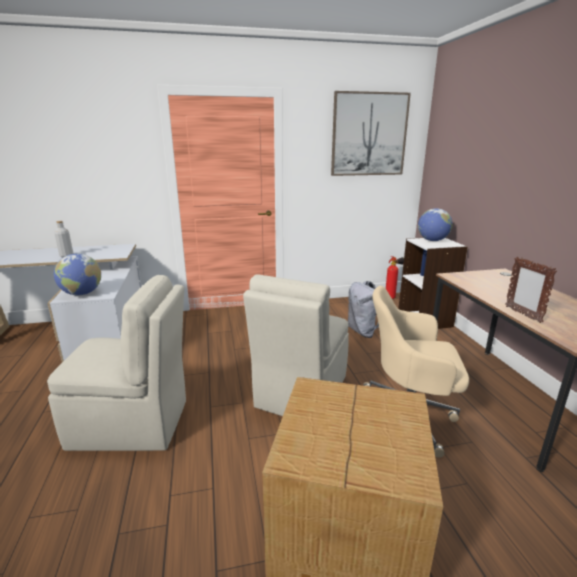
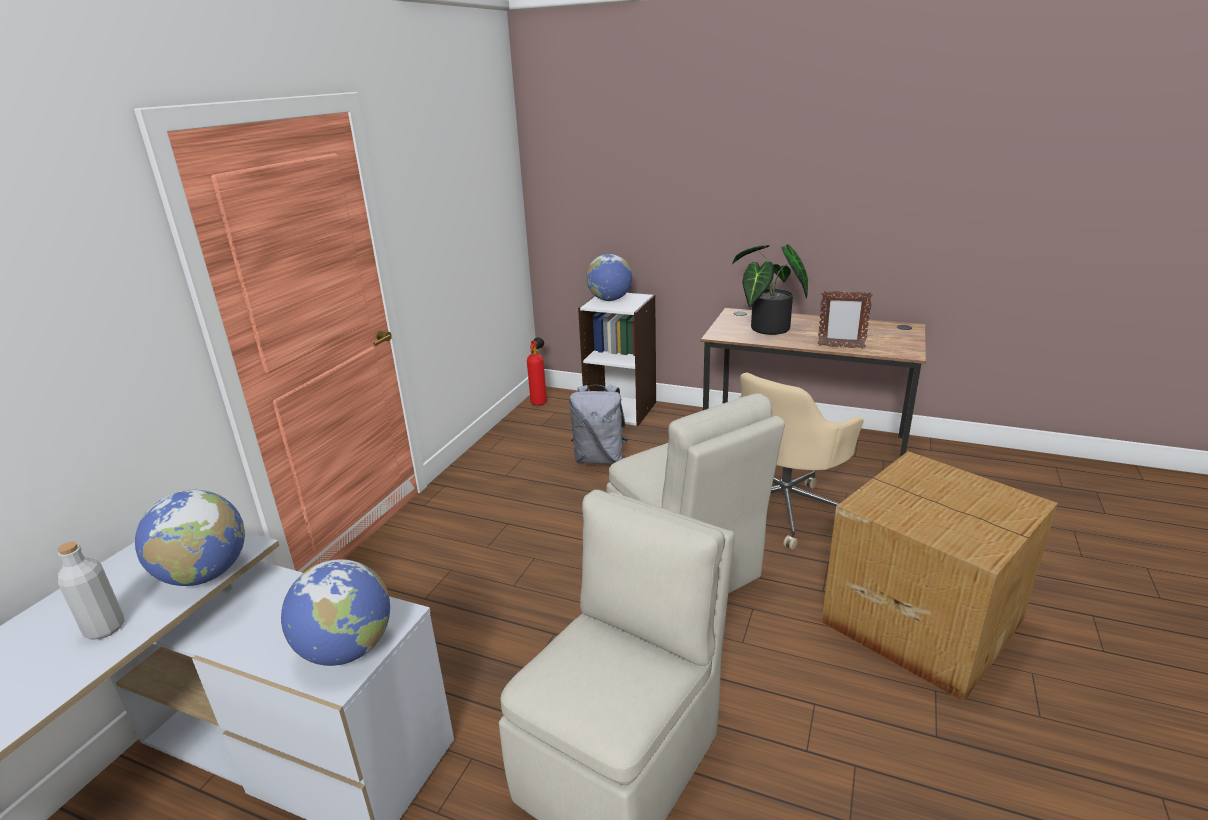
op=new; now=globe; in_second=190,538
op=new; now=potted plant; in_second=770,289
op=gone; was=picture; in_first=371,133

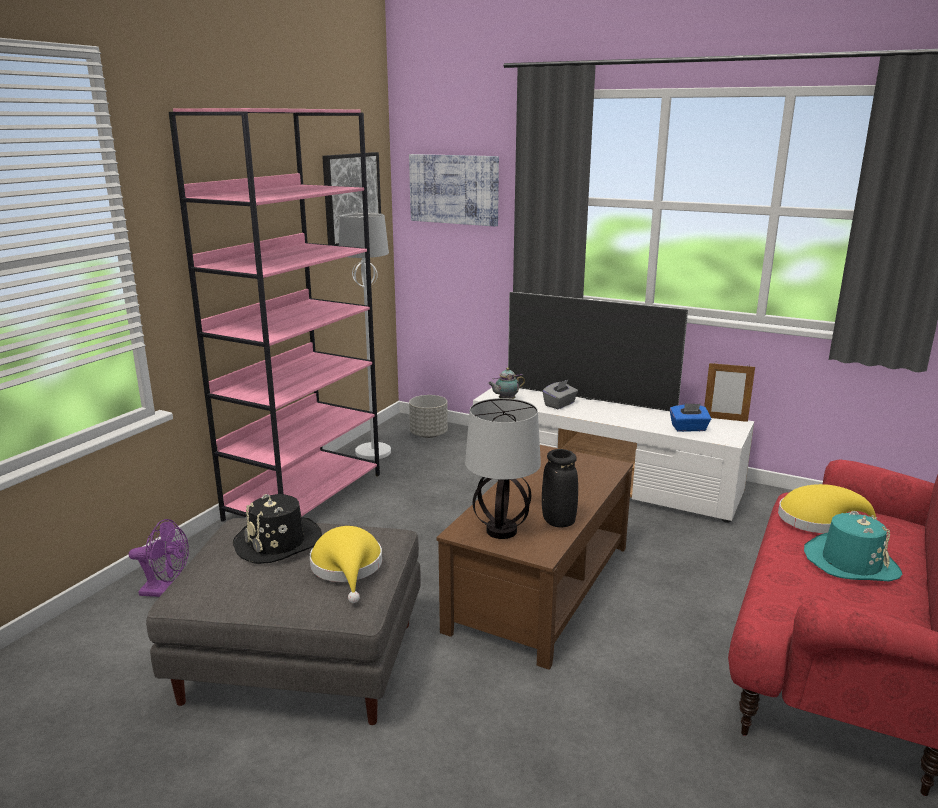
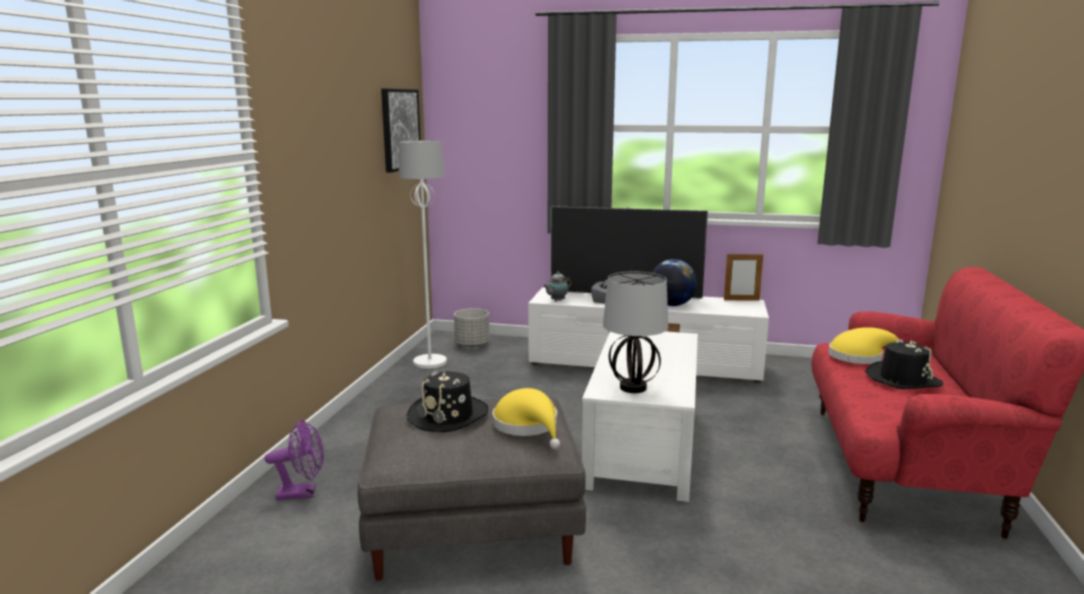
op=repainted; was=coffee table (brown); now=coffee table (white); in_first=535,557; in_second=640,417
op=new; now=globe; in_second=674,282
op=repainted; was=hat (turquoise); now=hat (black); in_first=853,546; in_second=904,364
op=gone; was=bookcase (pink); in_first=274,315
op=gone; was=picture; in_first=454,190
op=gone; was=vase (black); in_first=560,488
op=gone; was=tissue box (blue); in_first=690,417

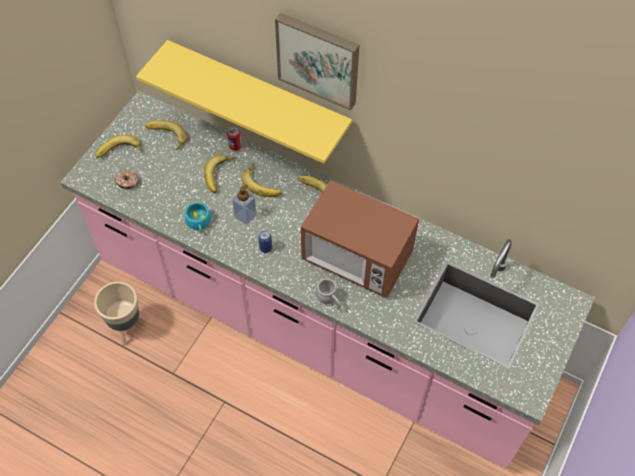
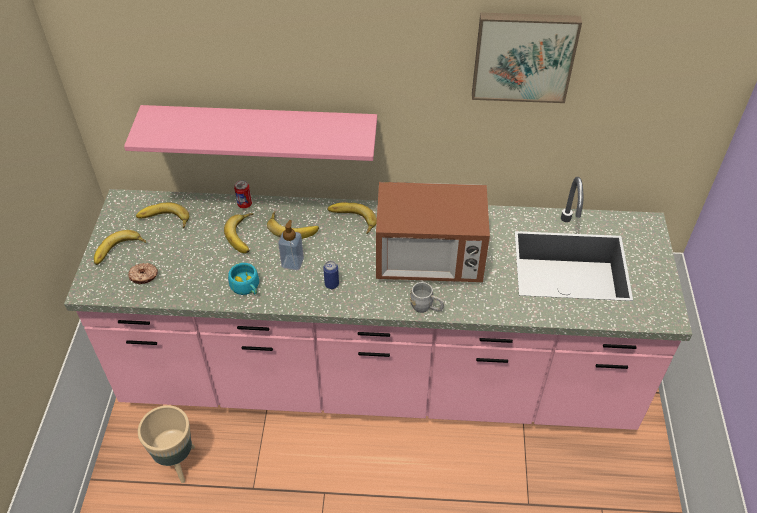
op=repainted; was=shelf (yellow); now=shelf (pink); in_first=244,102; in_second=250,133
op=shifted; was=picture; in_first=317,61; in_second=527,57

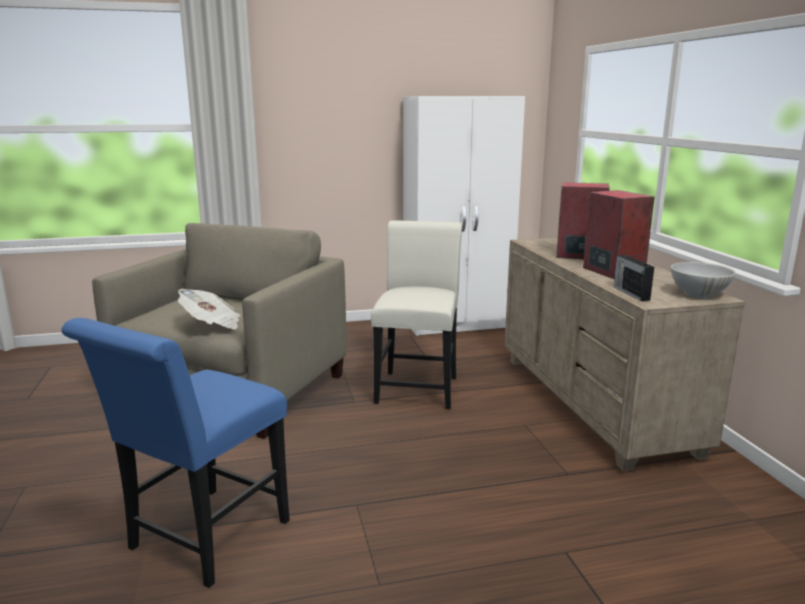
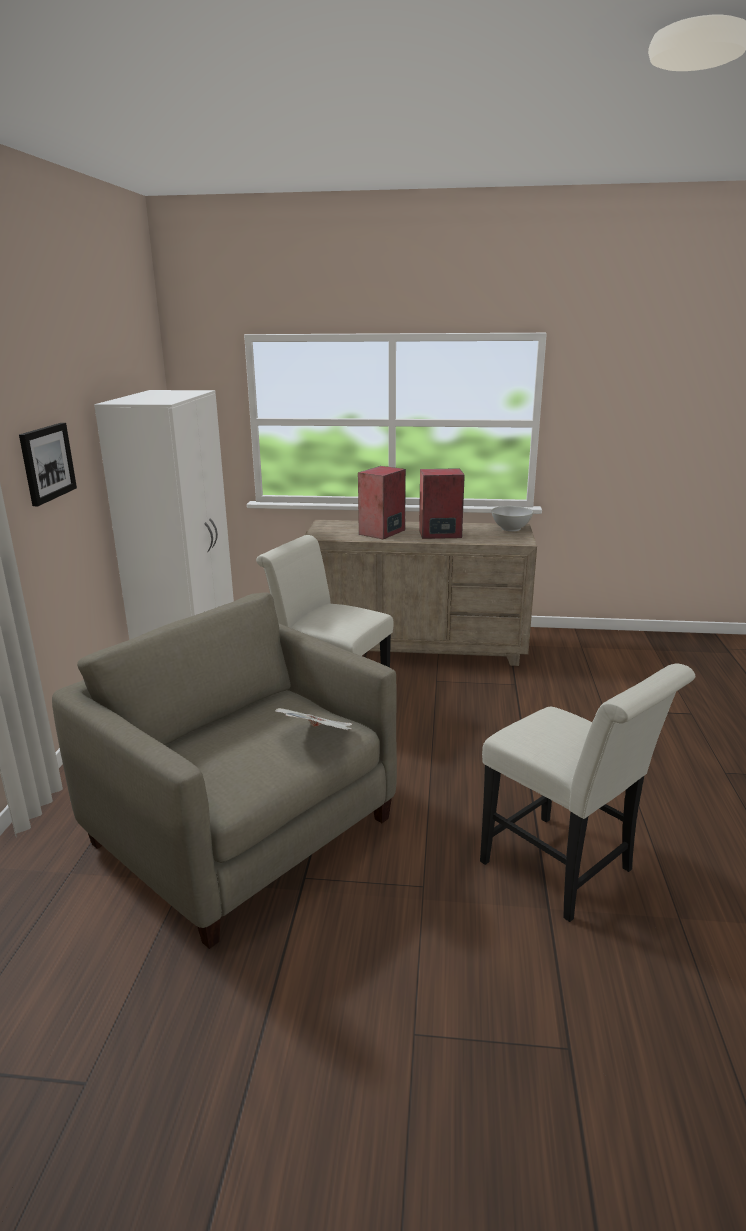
op=new; now=picture; in_second=48,464
op=repainted; was=chair (blue); now=chair (white); in_first=175,453; in_second=587,793
op=gone; was=radio; in_first=634,278

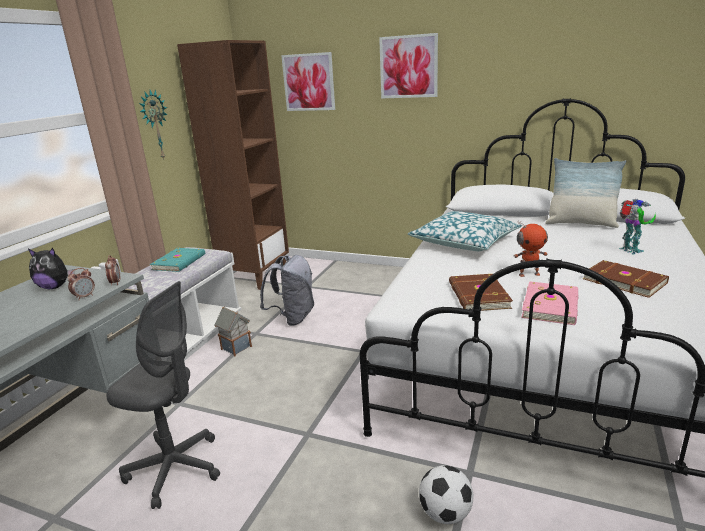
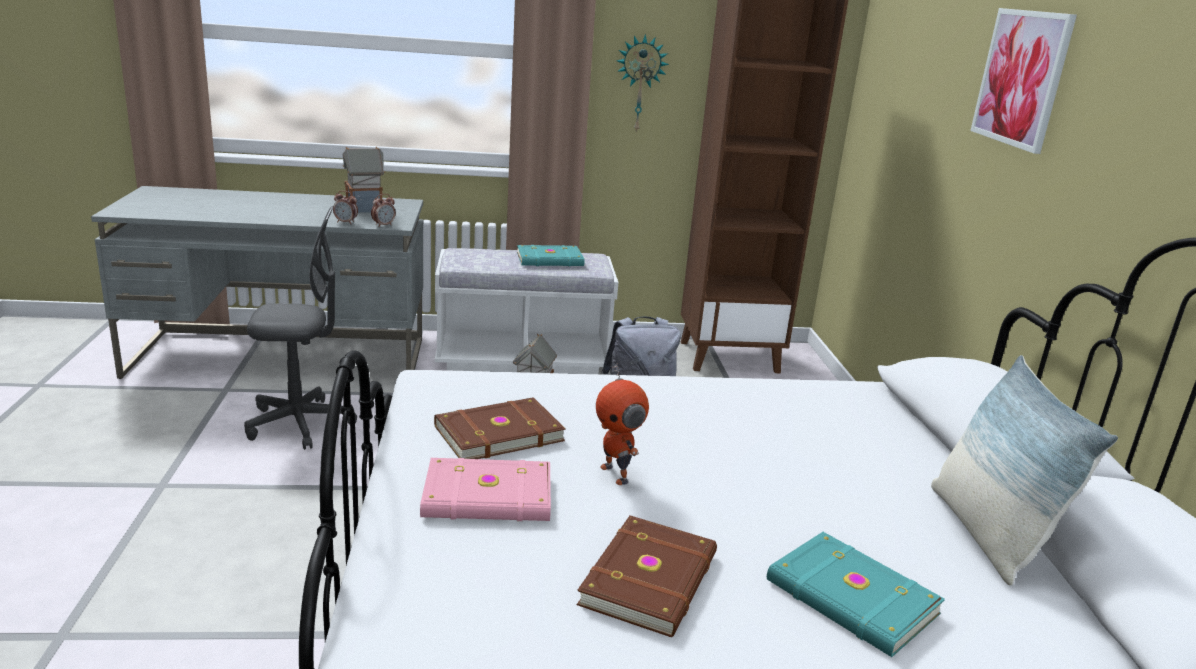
op=rotated; was=office chair (grey); in_first=163,395; in_second=300,328; clockwise=-90
op=swapped; was=plush toy; now=toy house; in_first=51,268; in_second=364,180
op=swapped; was=toy robot; now=book (turquoise); in_first=637,227; in_second=856,594
op=gone; was=picture; in_first=308,81
op=gone; was=pillow; in_first=465,231
op=gone; was=football; in_first=446,494

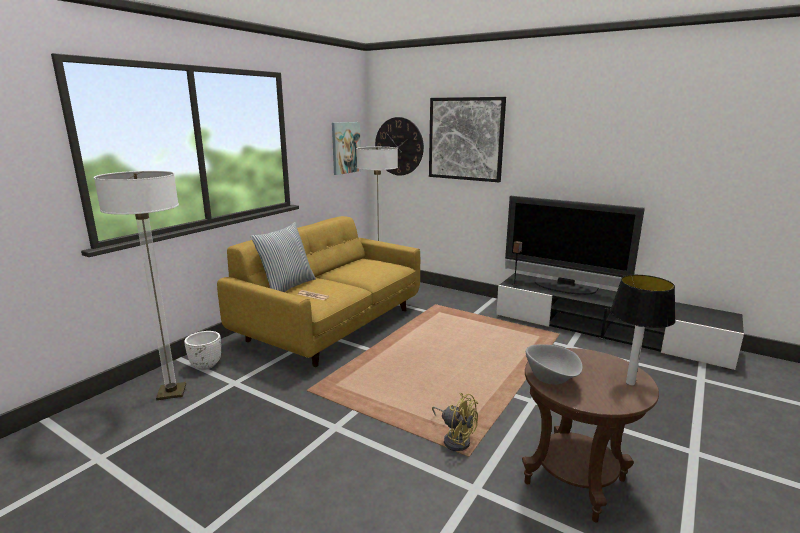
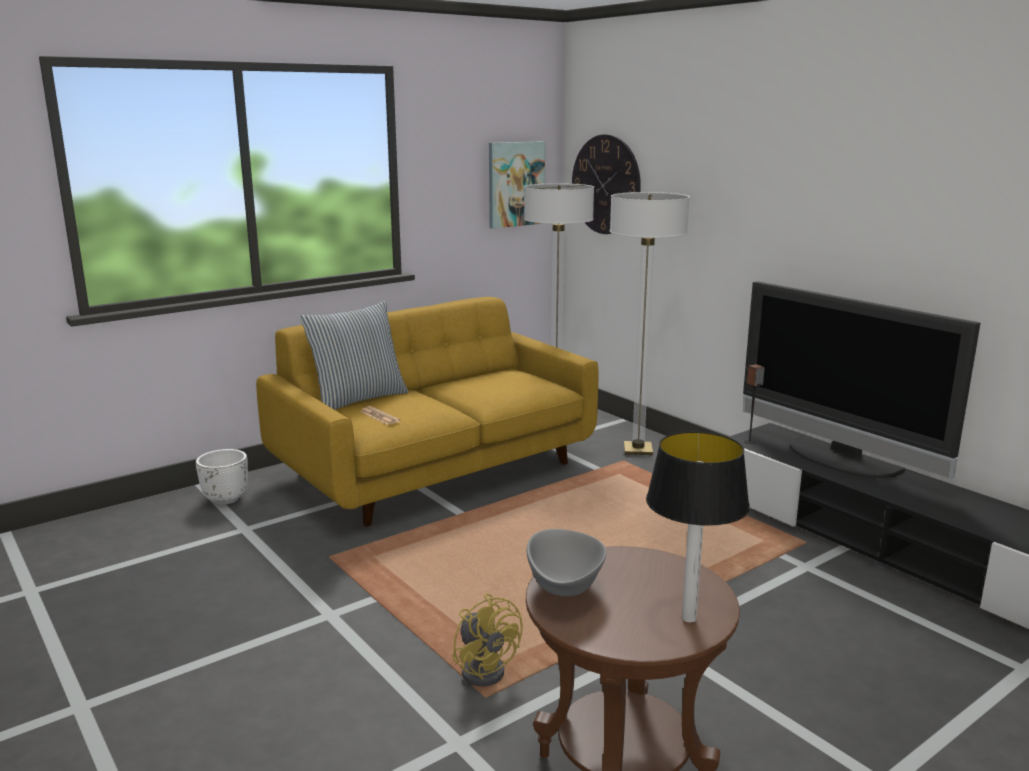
op=shifted; was=floor lamp; in_first=140,285; in_second=650,323
op=gone; was=picture; in_first=467,139

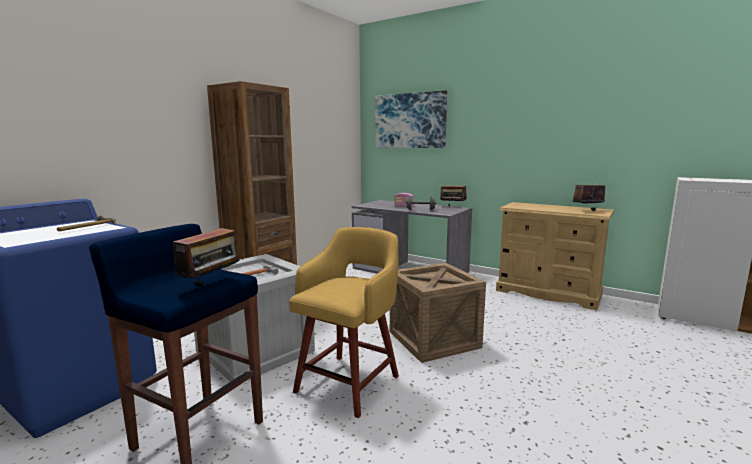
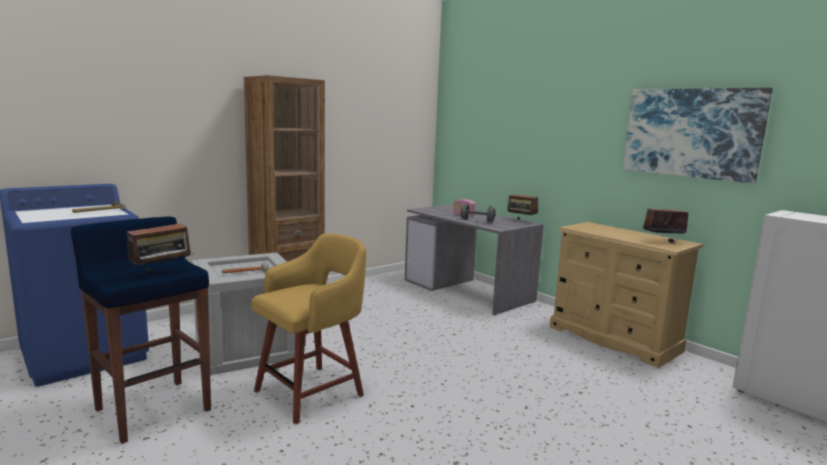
op=shifted; was=picture; in_first=411,119; in_second=698,135
op=gone; was=crate; in_first=438,313

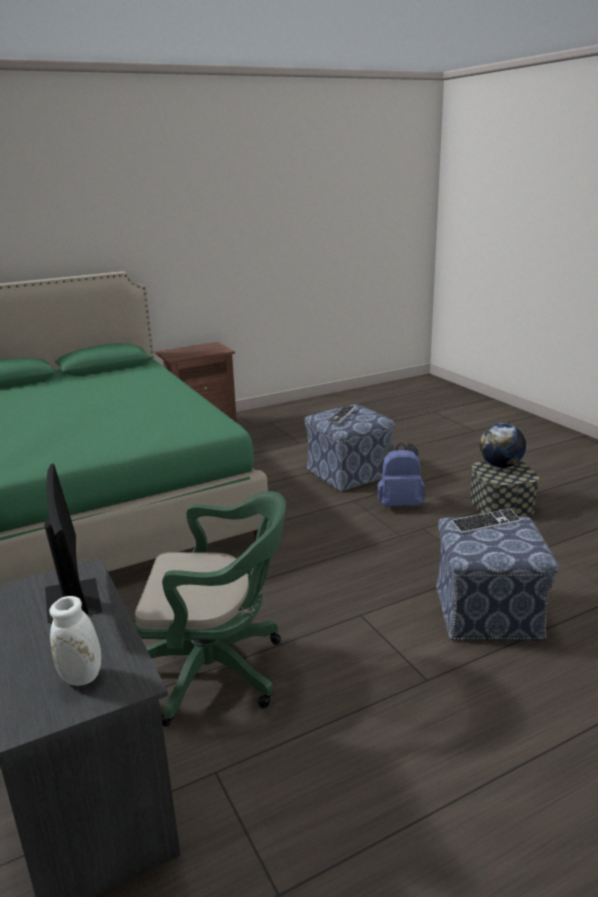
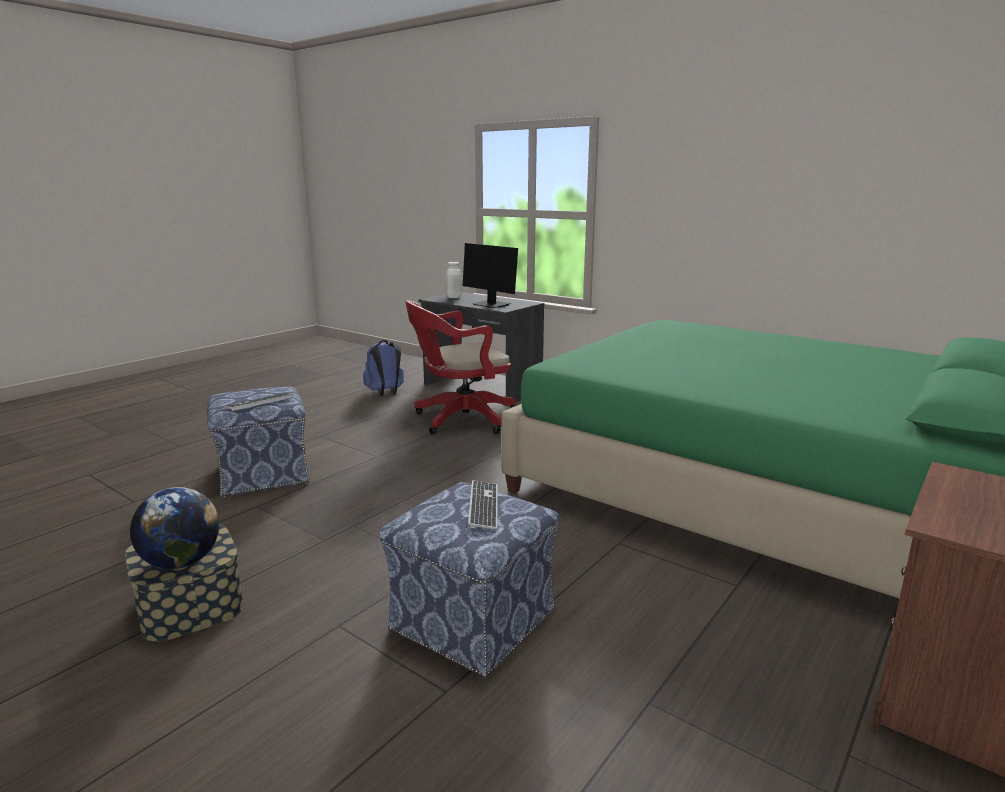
op=shifted; was=backpack (blue); in_first=401,475; in_second=383,368
op=repainted; was=office chair (green); now=office chair (red); in_first=210,609; in_second=460,367

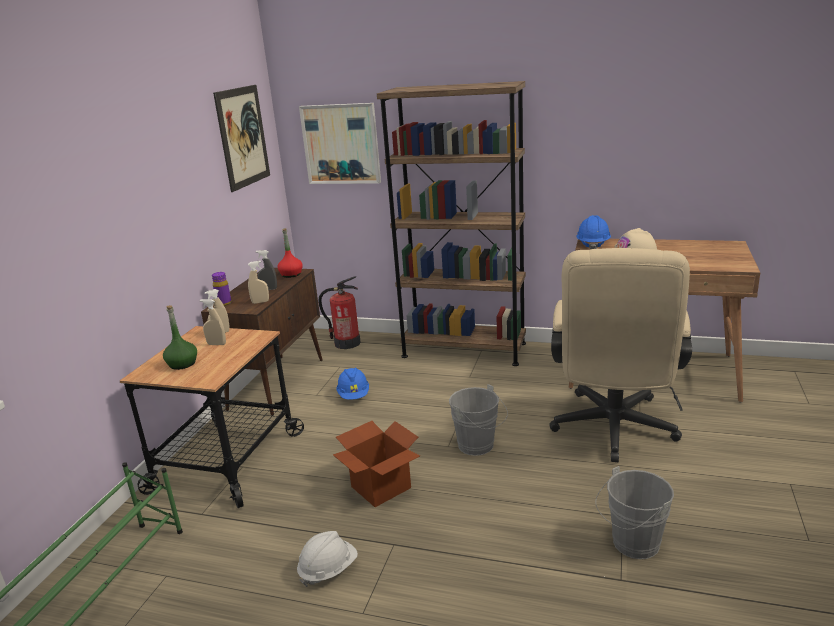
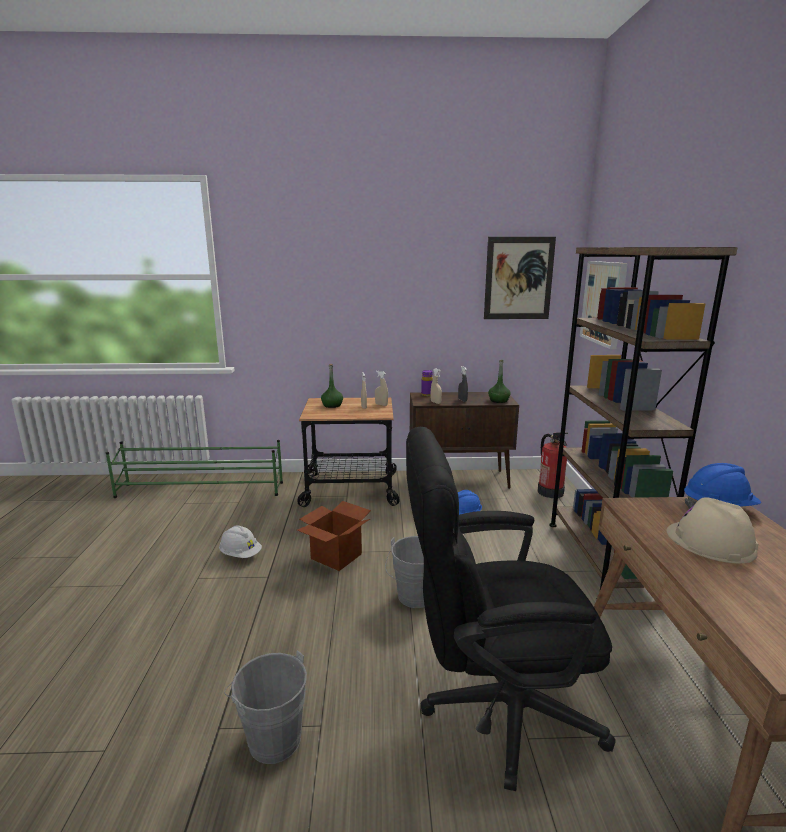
op=repainted; was=office chair (beige); now=office chair (black); in_first=620,355; in_second=511,609
op=repainted; was=bottle (red); now=bottle (green); in_first=290,253; in_second=499,381

